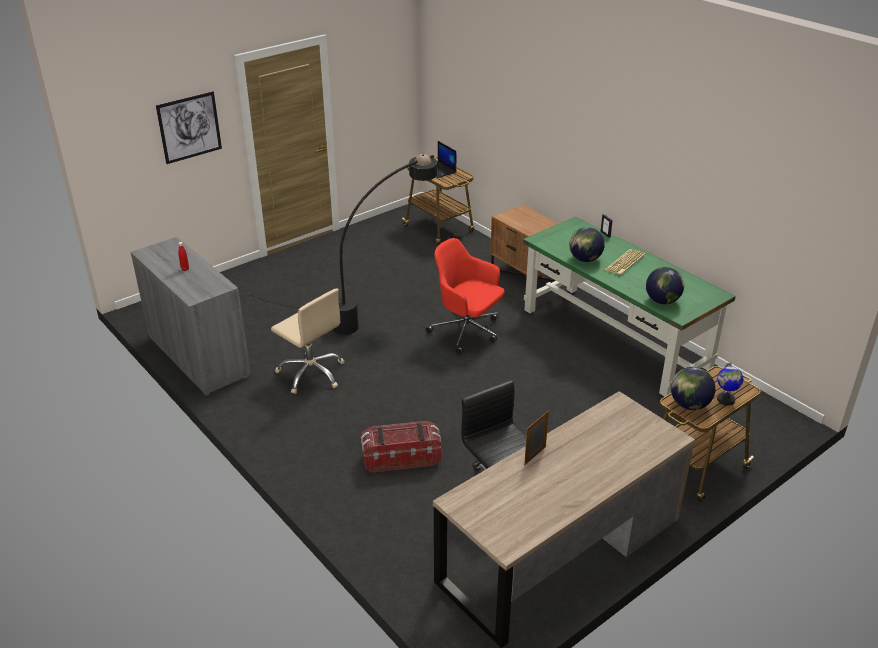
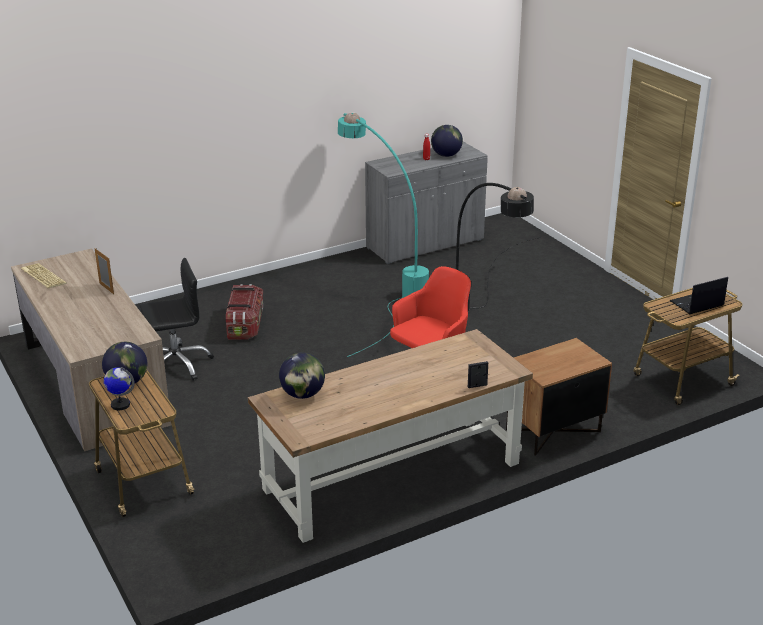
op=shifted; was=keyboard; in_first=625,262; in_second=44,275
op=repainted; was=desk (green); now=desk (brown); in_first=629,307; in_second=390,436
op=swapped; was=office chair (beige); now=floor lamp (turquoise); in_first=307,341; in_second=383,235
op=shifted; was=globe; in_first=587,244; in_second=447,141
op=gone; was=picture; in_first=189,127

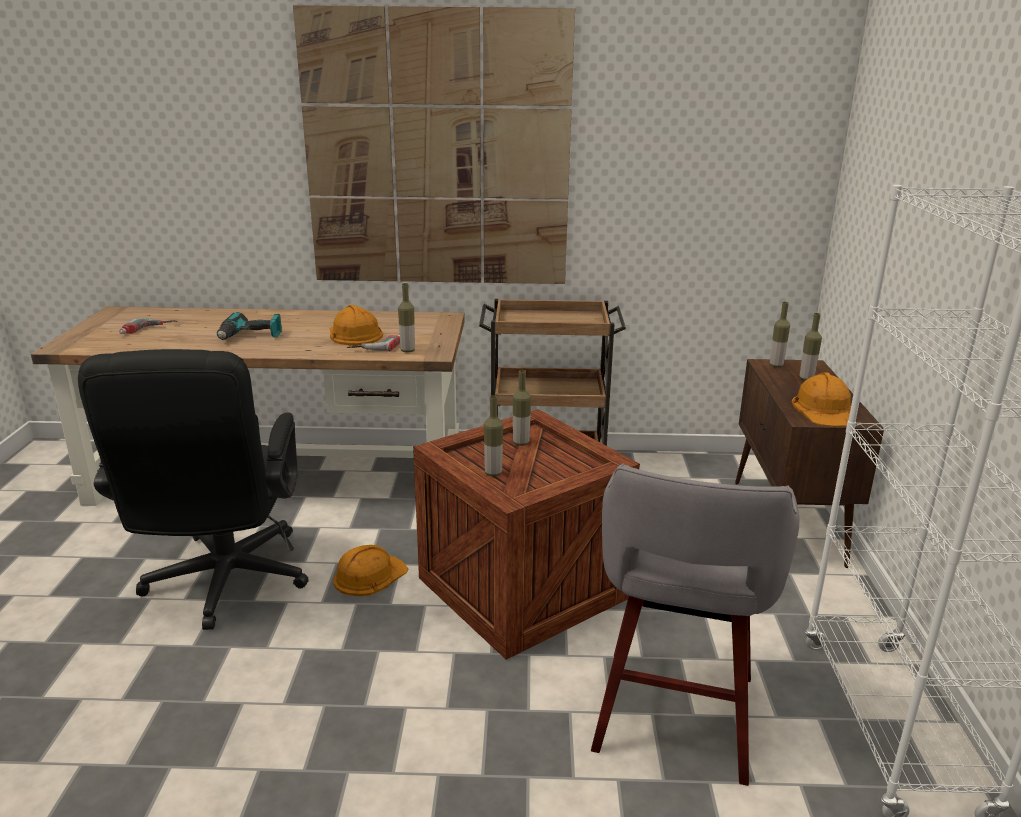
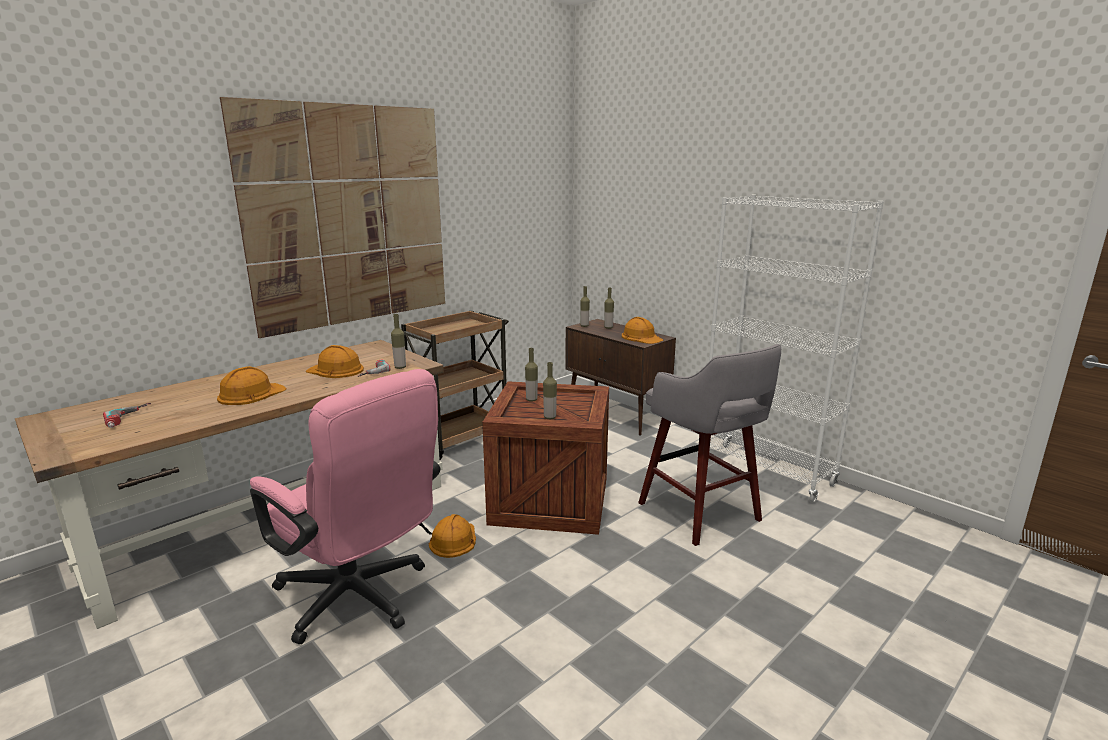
op=swapped; was=power drill; now=hard hat (orange); in_first=249,326; in_second=252,385
op=repainted; was=office chair (black); now=office chair (pink); in_first=193,489; in_second=345,507

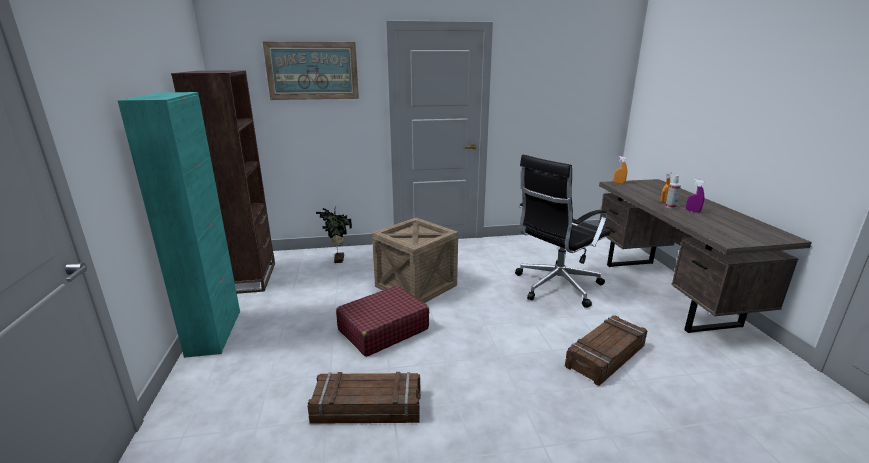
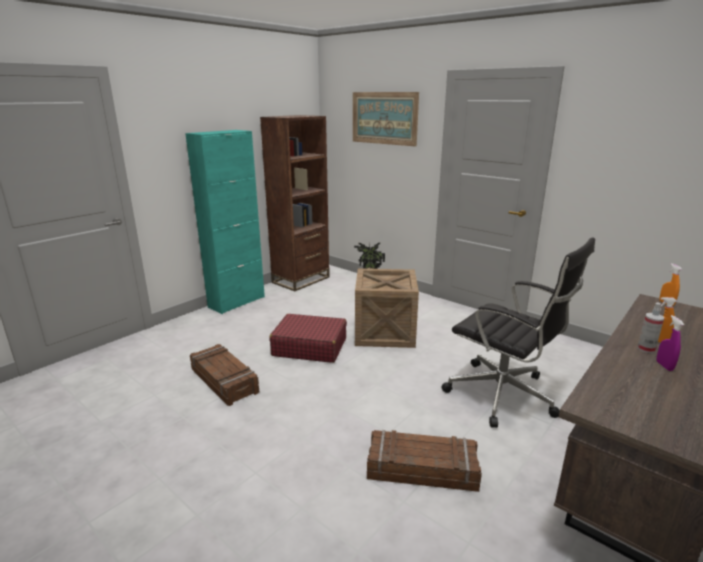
op=rotated; was=office chair (black); in_first=563,231; in_second=518,332; clockwise=-150

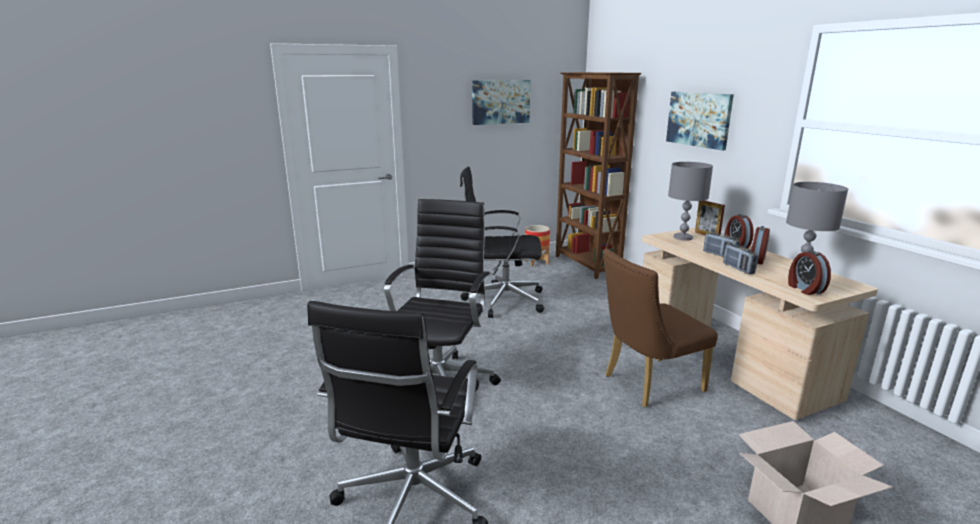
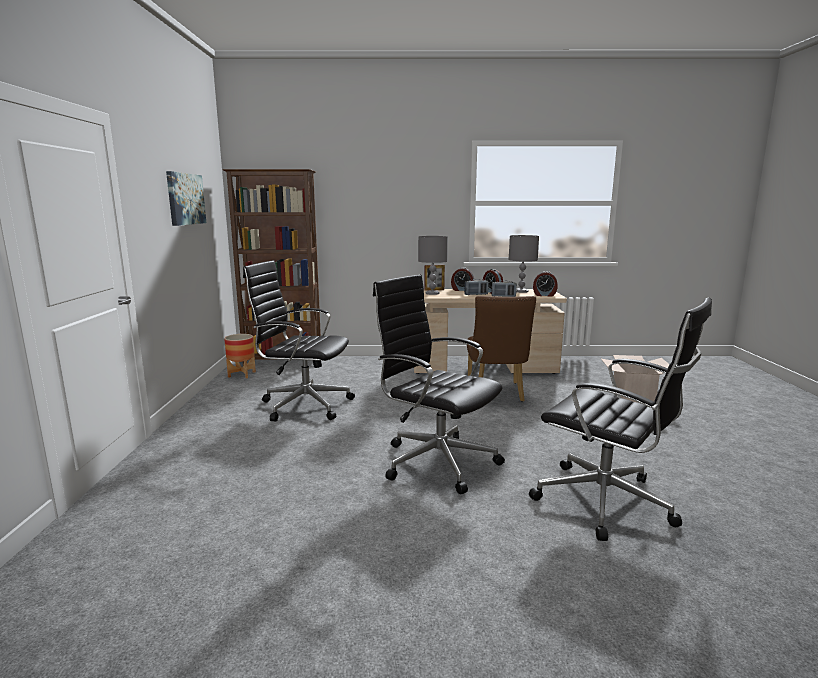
op=rotated; was=office chair (black); in_first=502,242; in_second=299,341; clockwise=75
op=gone; was=picture; in_first=700,121

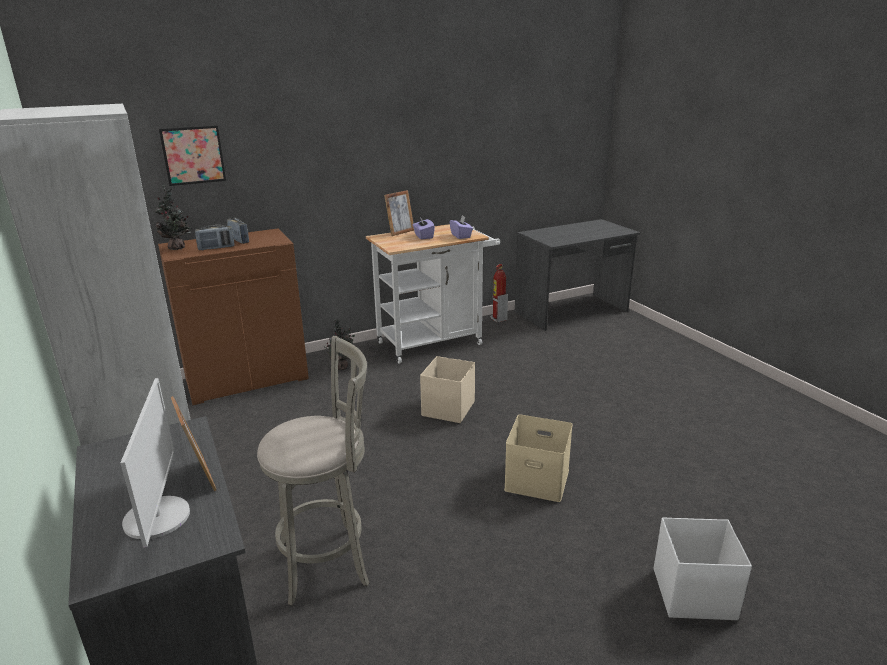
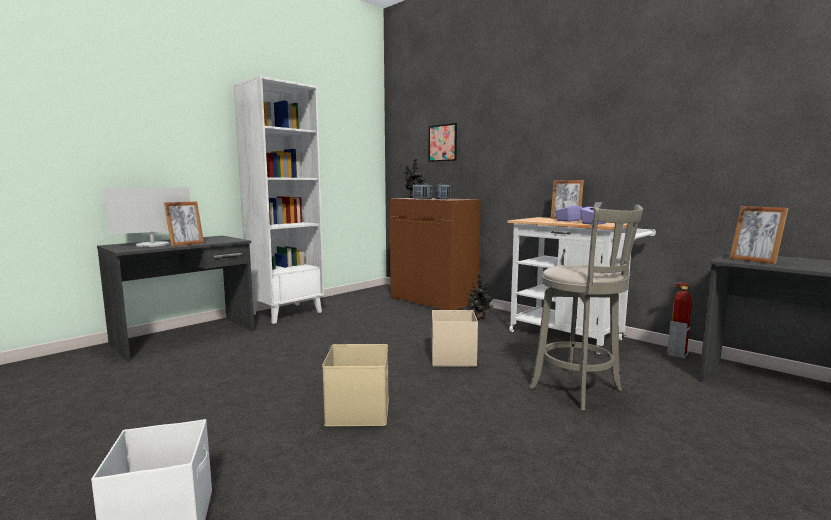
op=shifted; was=stool (grey); in_first=313,471; in_second=586,308
op=new; now=picture frame; in_second=759,235

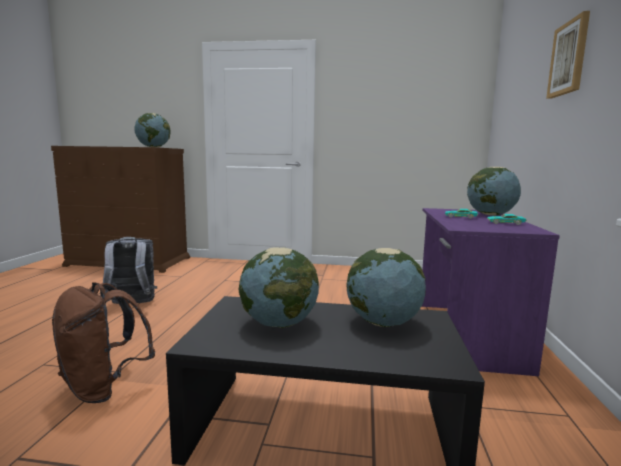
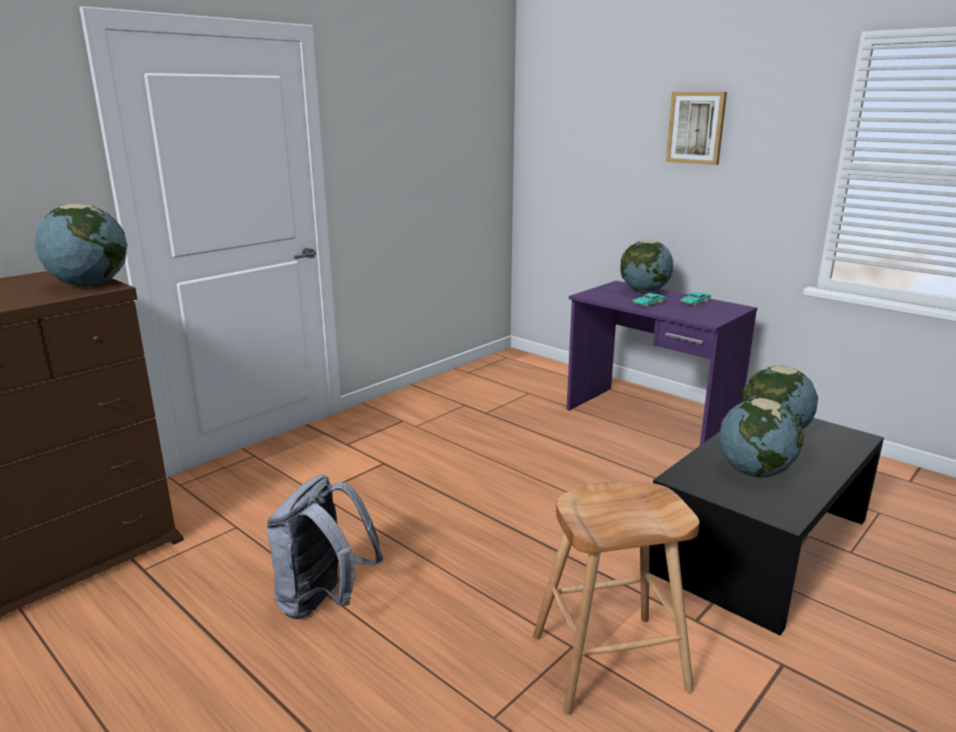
op=swapped; was=backpack (brown); now=stool (brown); in_first=103,342; in_second=616,598

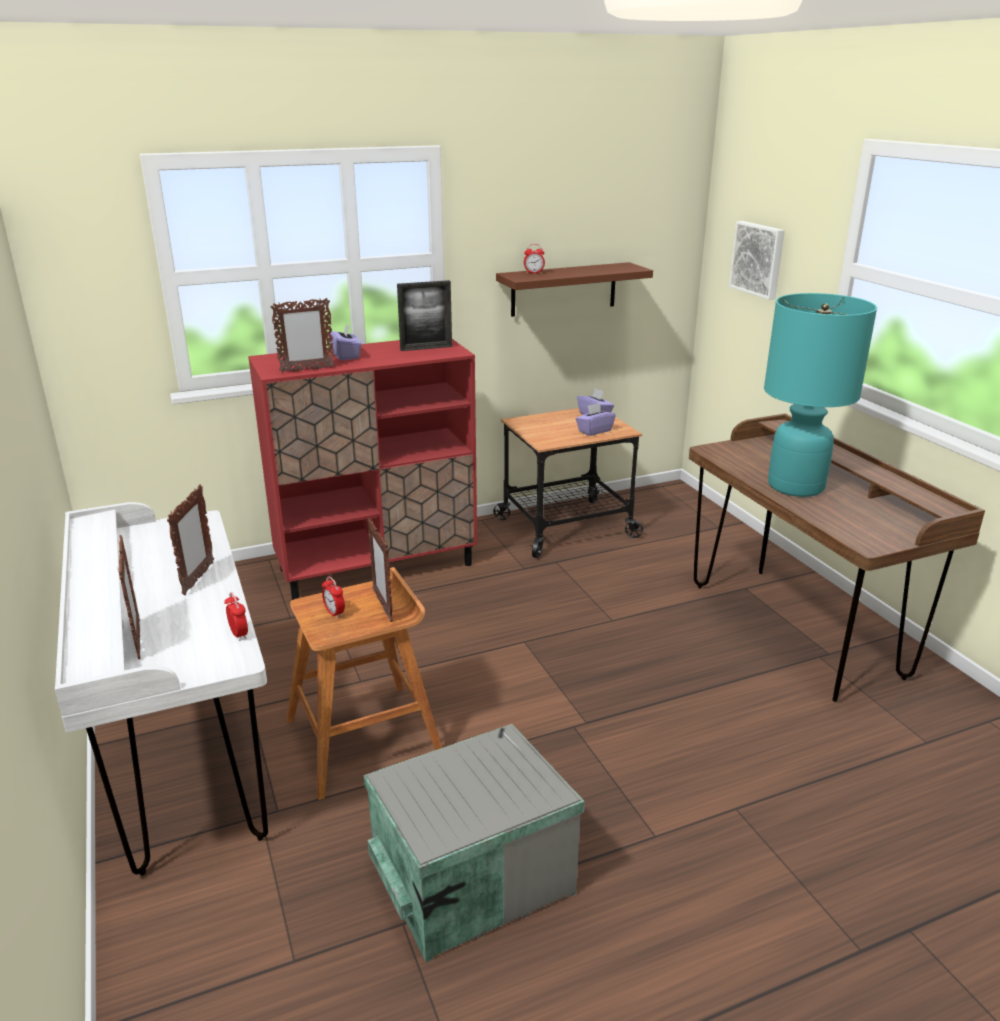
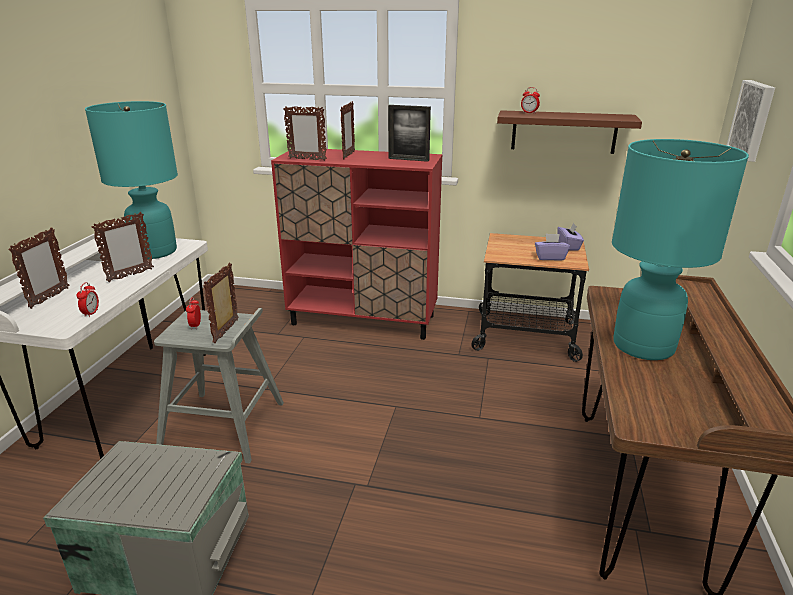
op=new; now=table lamp (turquoise); in_second=131,180
op=repainted; was=stool (brown); now=stool (grey); in_first=364,683; in_second=219,386
op=swapped; was=tissue box (purple); now=picture frame; in_first=345,341; in_second=347,130

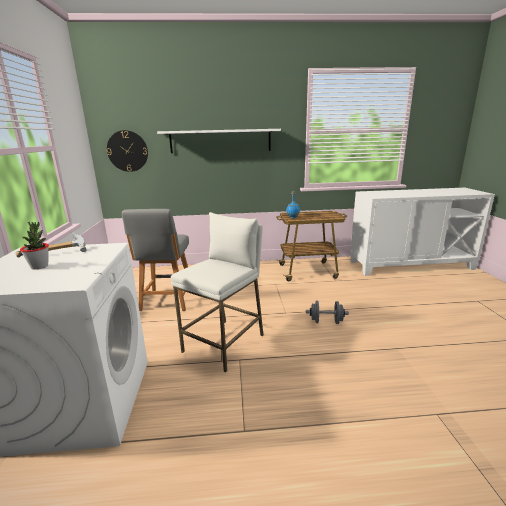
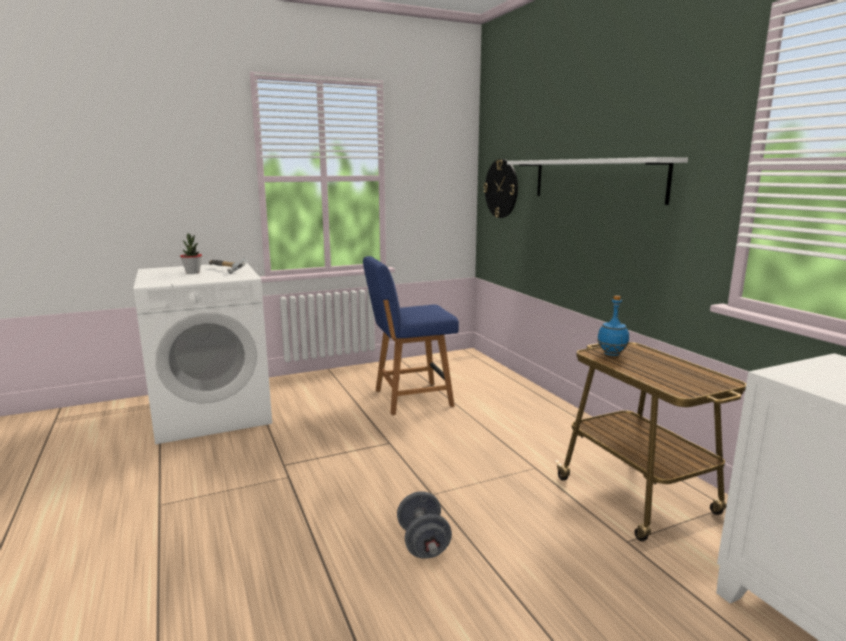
op=repainted; was=chair (grey); now=chair (blue); in_first=155,260; in_second=411,335
op=gone; was=stool (white); in_first=217,292

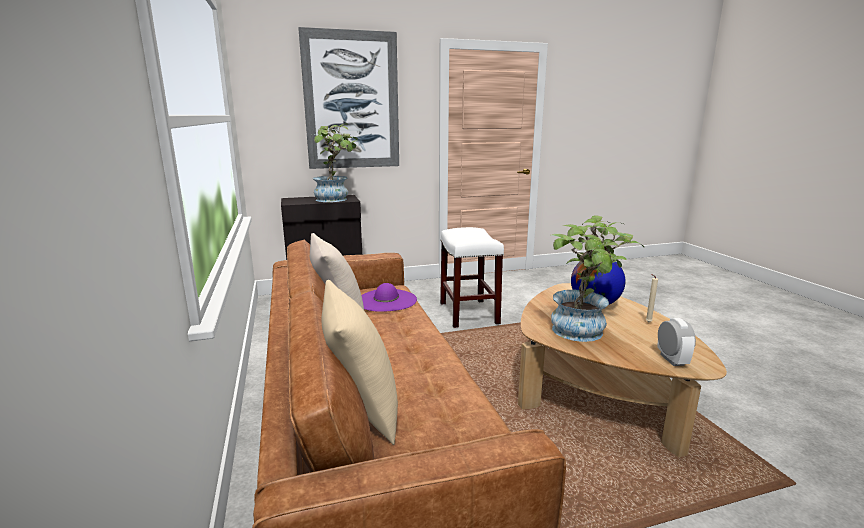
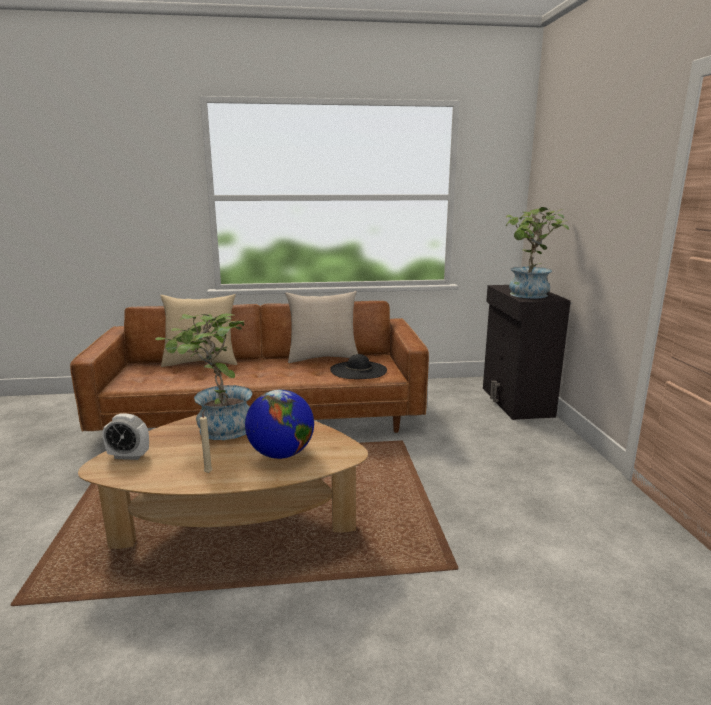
op=repainted; was=hat (purple); now=hat (black); in_first=389,297; in_second=358,366
op=gone; was=picture; in_first=348,98
op=gone; was=stool (white); in_first=472,277

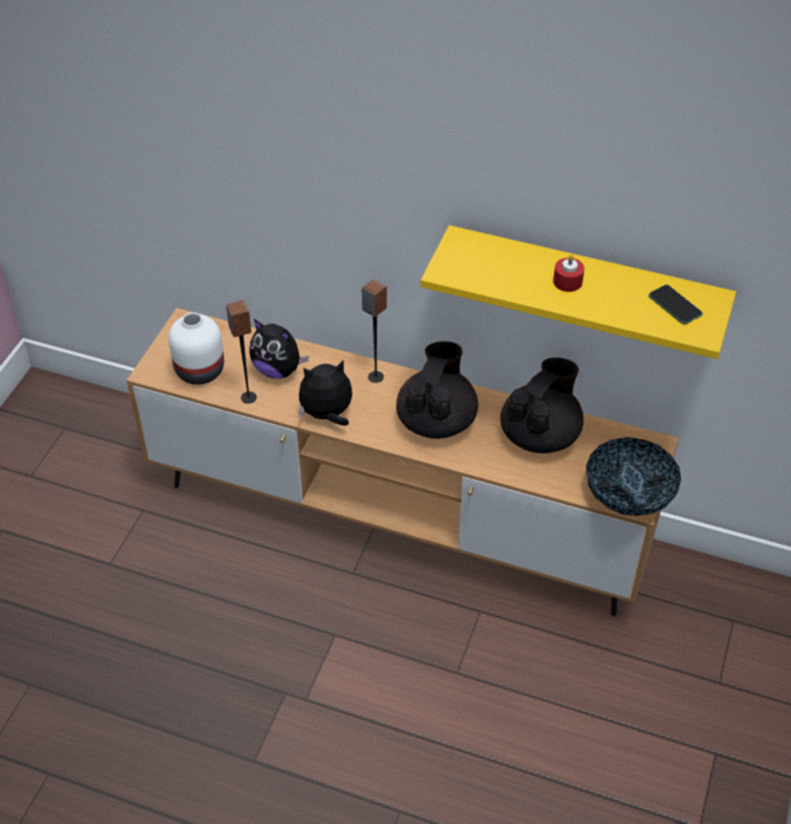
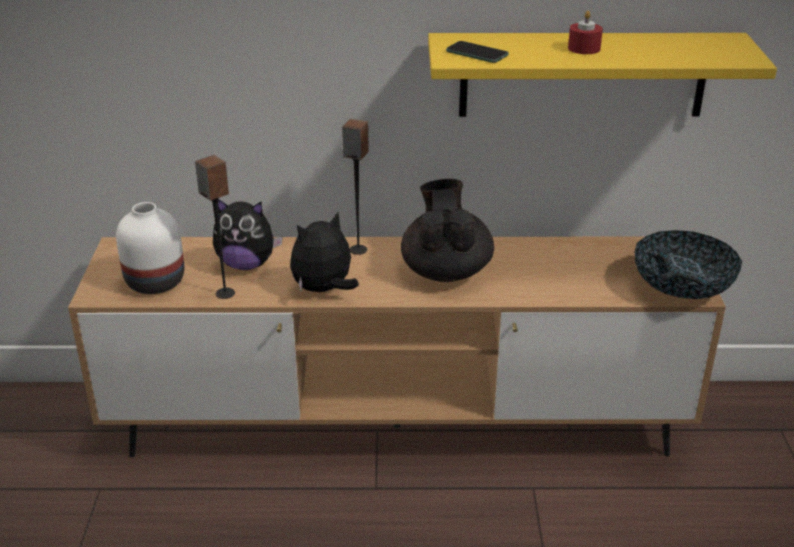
op=shifted; was=phone; in_first=676,305; in_second=477,52
op=gone; was=teapot (black); in_first=542,405

